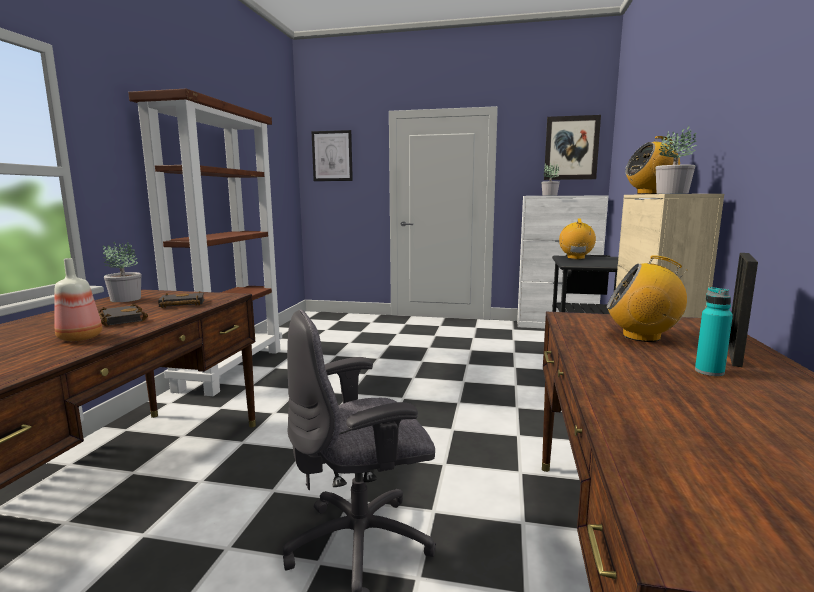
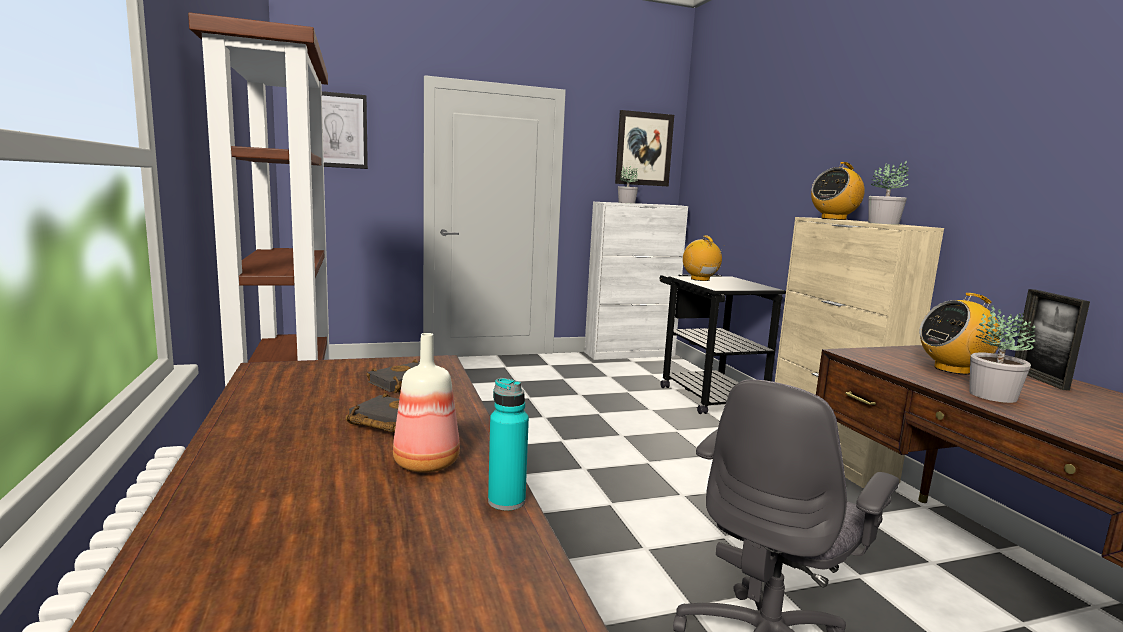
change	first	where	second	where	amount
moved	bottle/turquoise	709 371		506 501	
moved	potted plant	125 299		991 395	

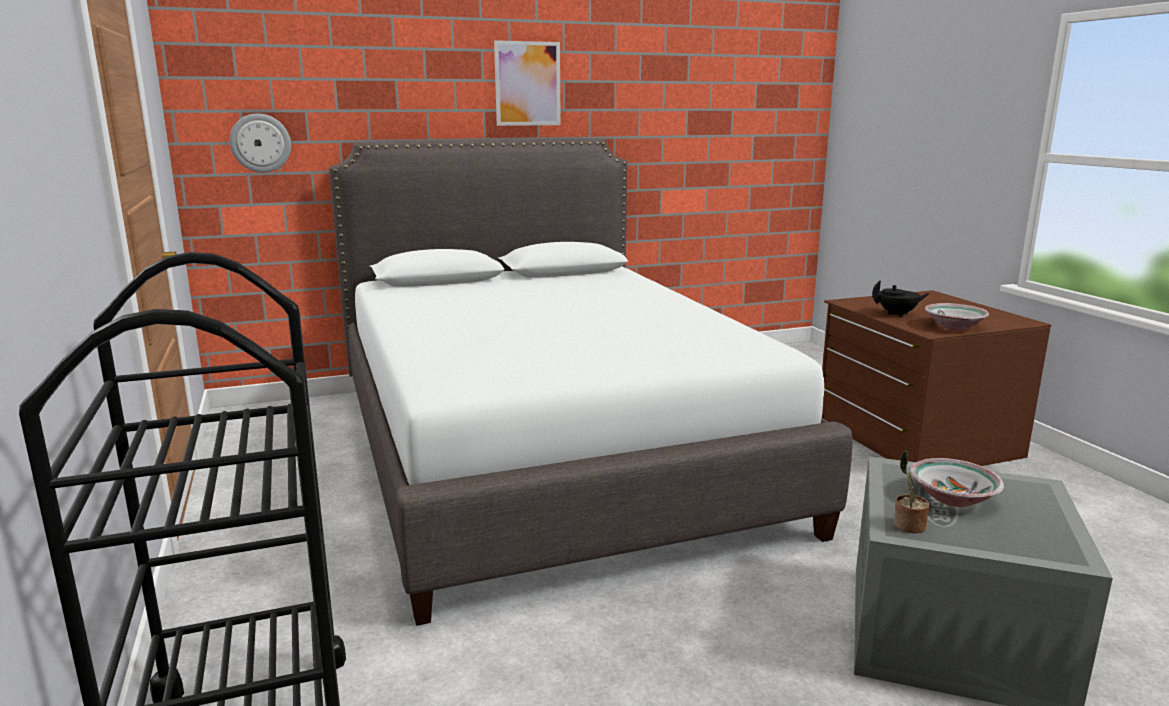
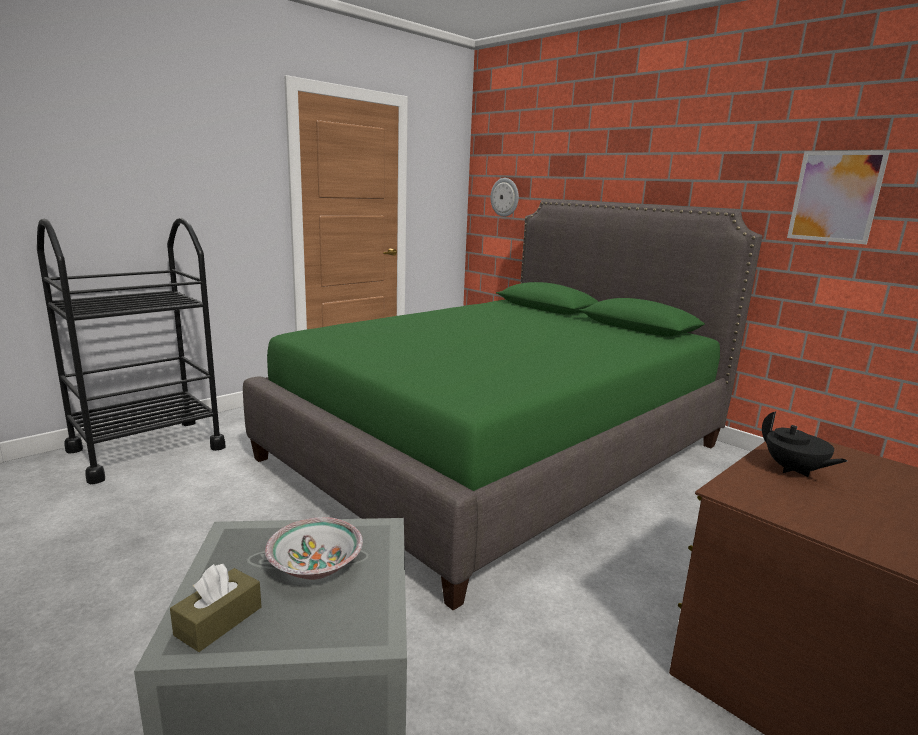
change	first	where	second	where	amount
added			tissue box/brown	219 621	
recoloured	bed/white	548 453	bed/green	500 452	
moved	picture	527 84		835 197	
removed	potted plant	907 526			
removed	bowl	954 327			

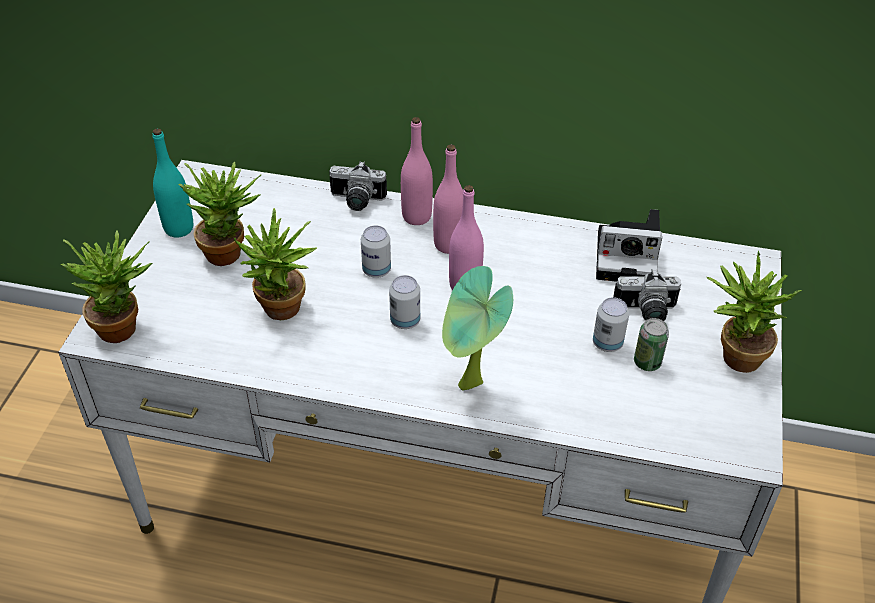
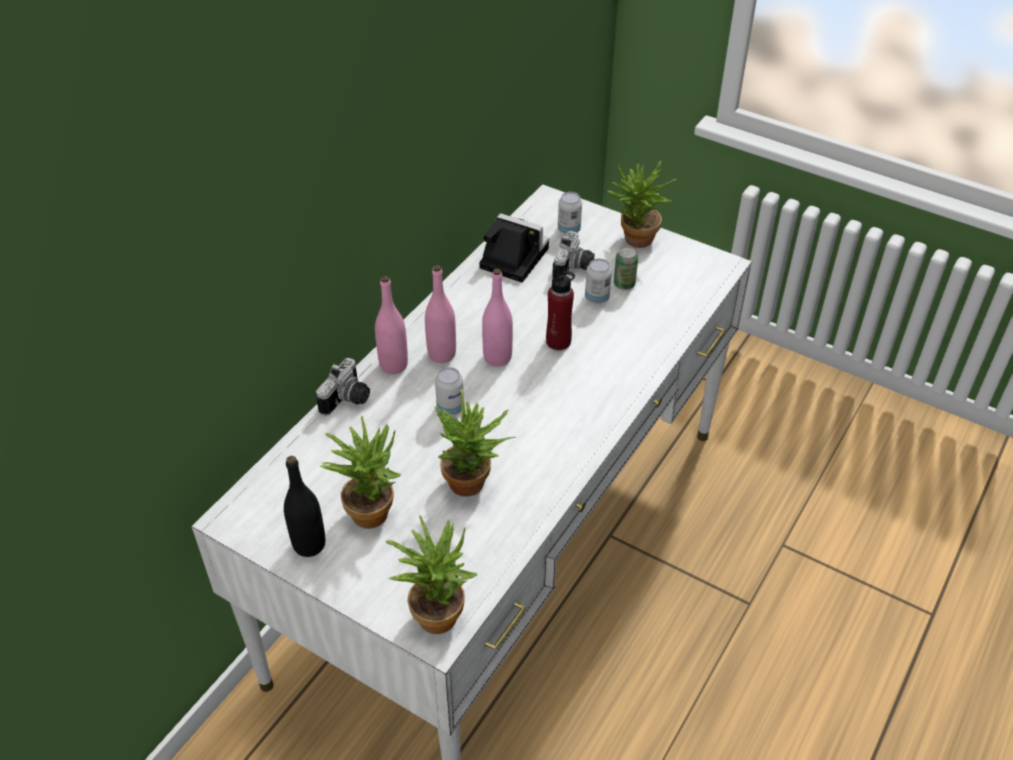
change	first	where	second	where	amount
recoloured	bottle/turquoise	179 228	bottle/black	309 544	
turned	photo camera	629 257		511 258	90 degrees counterclockwise
added			bottle/red	558 341	
moved	can	405 321		569 230	
removed	potted plant	470 388			

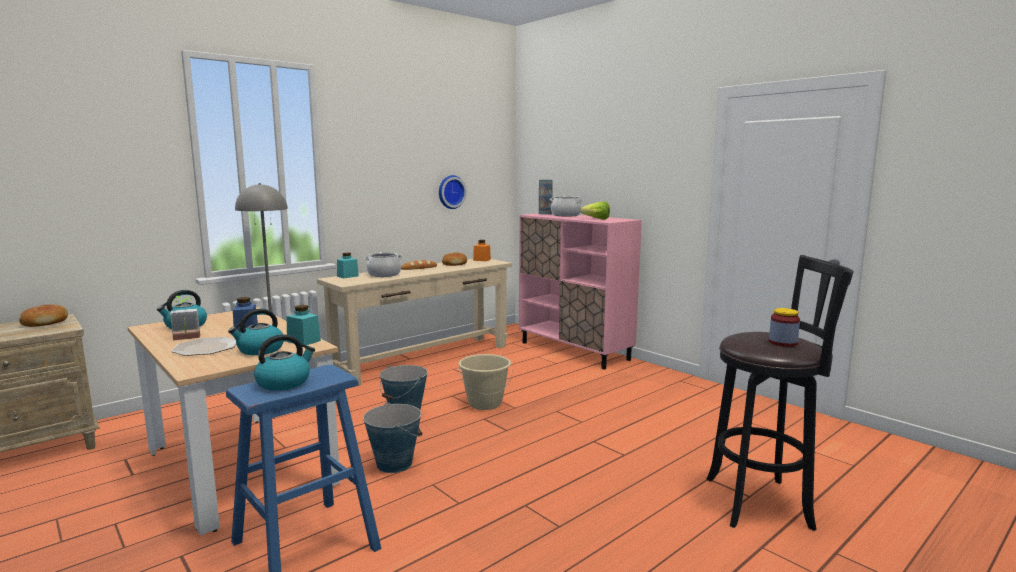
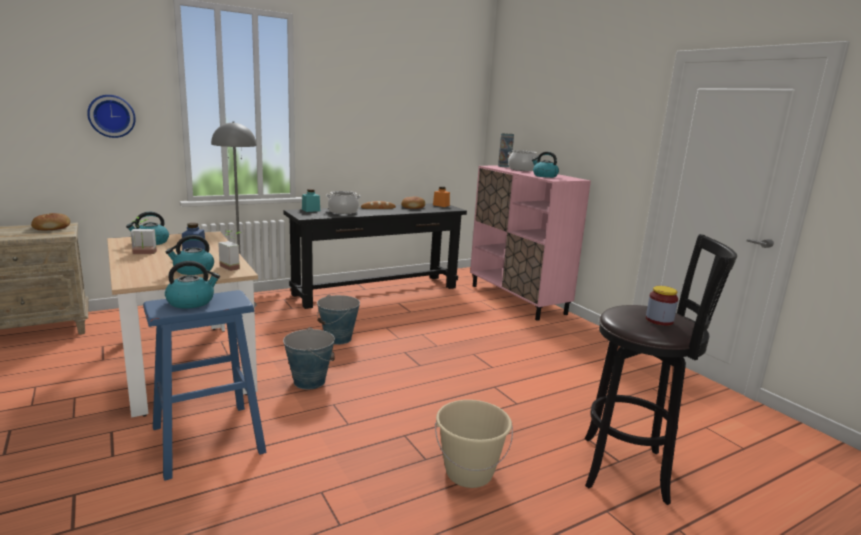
change	first	where	second	where	amount
moved	wall clock	450 192		111 116	
replaced	jar/turquoise	304 341	potted plant	233 266	
recoloured	console table/beige	424 359	console table/black	377 291	
moved	bucket/beige	485 403		469 473	
replaced	lettuce	594 219	kettle	544 176	
removed	plate	206 348			

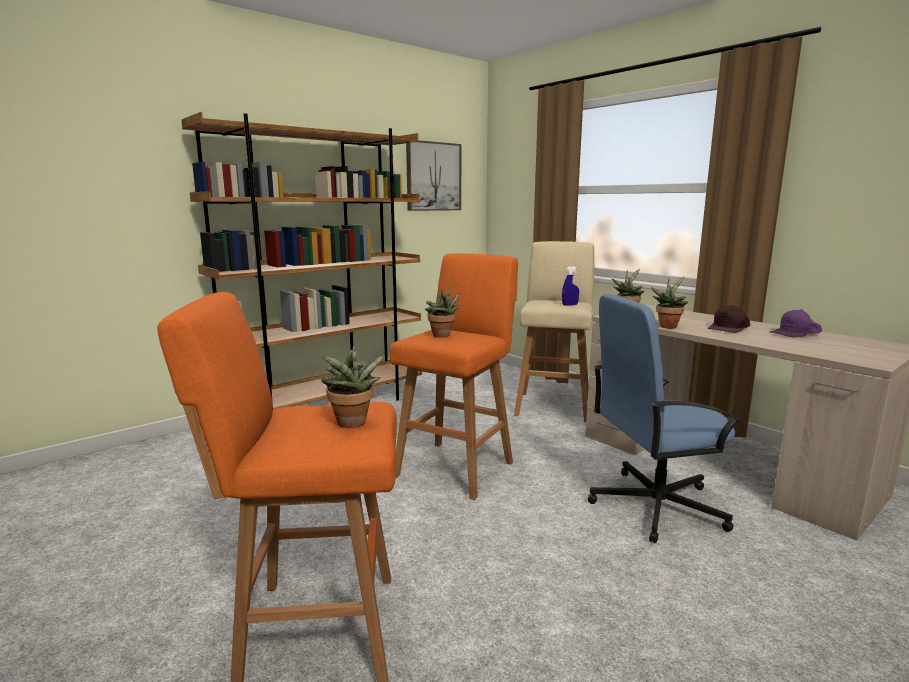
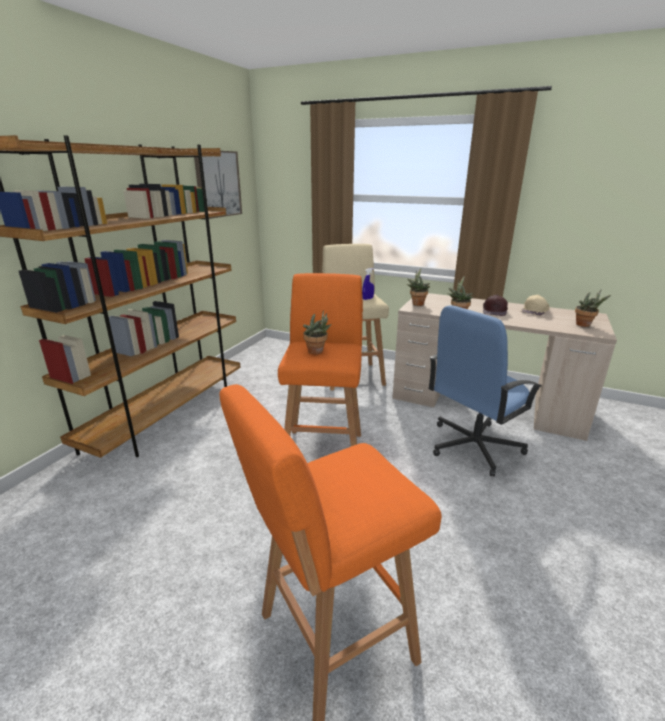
change	first	where	second	where	amount
recoloured	cap/purple	796 333	cap/beige	535 311	
moved	potted plant	352 424		585 325	

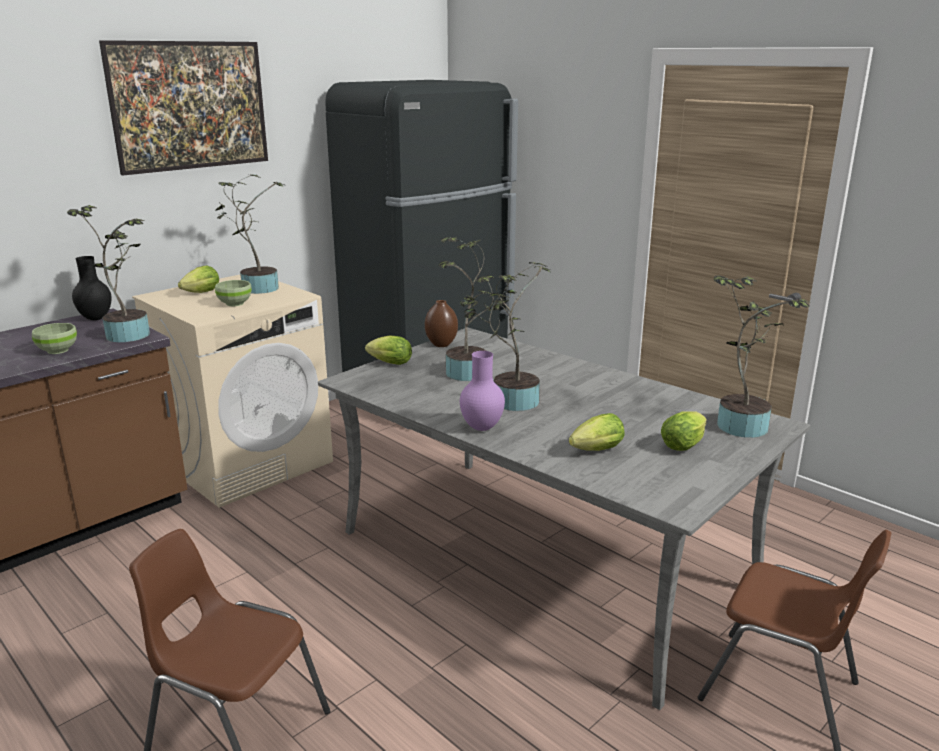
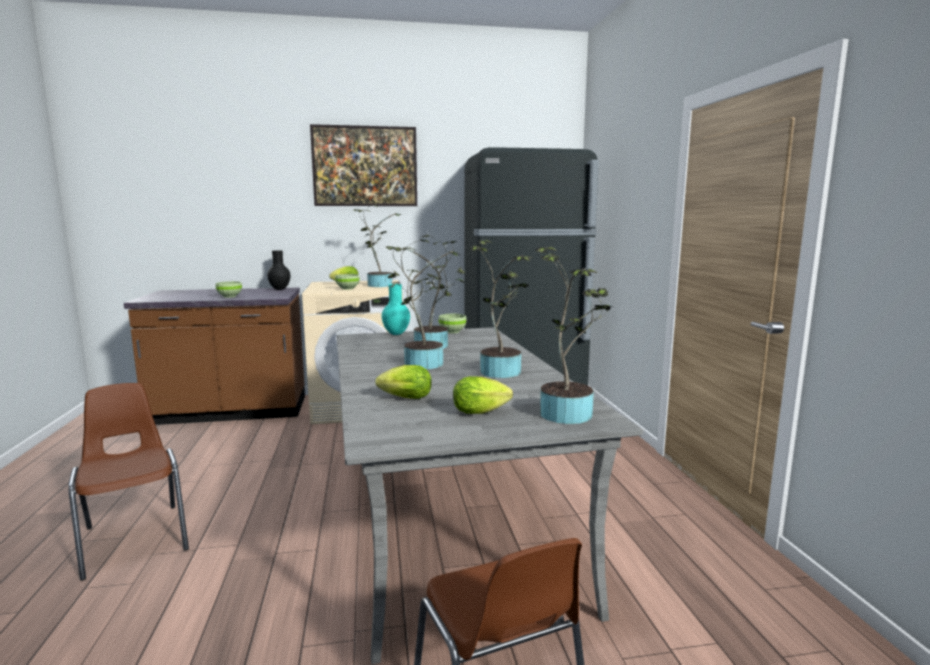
change	first	where	second	where	amount
replaced	lettuce	388 363	vase/turquoise	396 334	
replaced	vase/brown	442 345	bowl/green	452 332	
moved	potted plant	128 333		501 370	
removed	vase/purple	480 428			

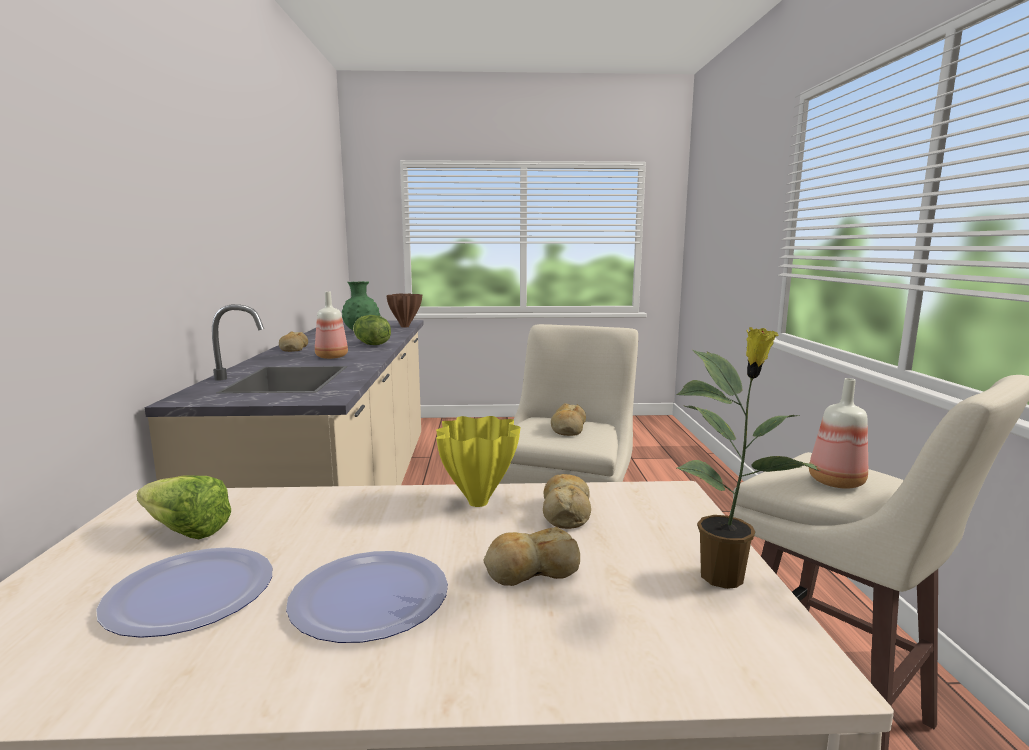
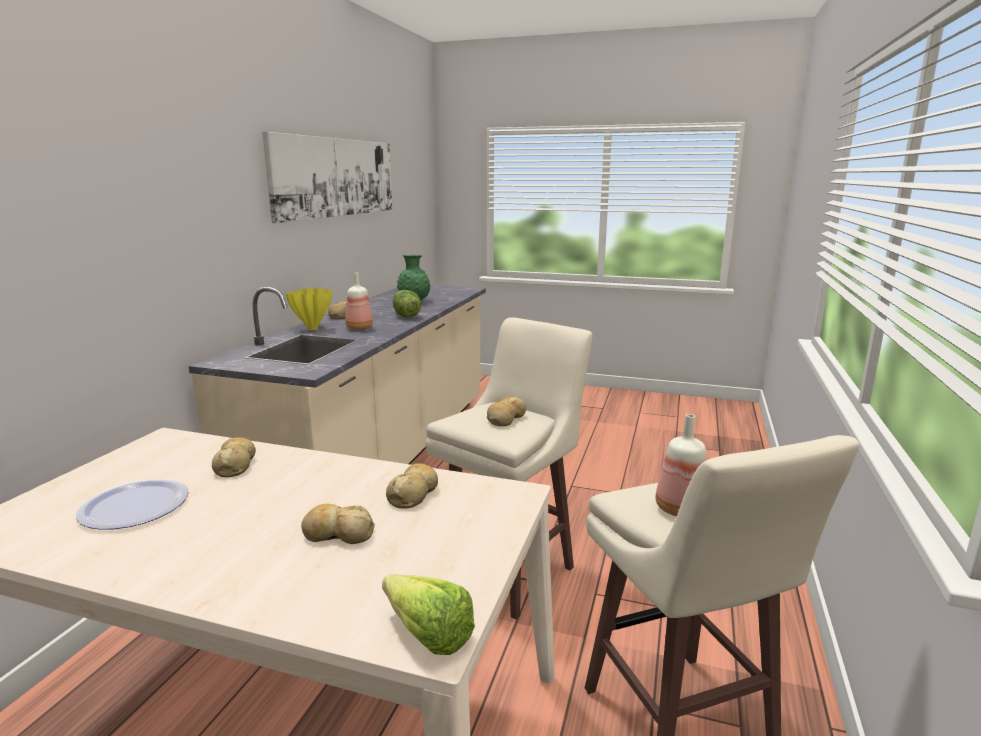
change	first	where	second	where	amount
added			bread	235 464	
added			picture	336 177	
moved	vase/yellow	479 502		313 328	
moved	lettuce	182 529		423 630	
removed	plate	370 597			
removed	vase/brown	405 327			
removed	potted plant	725 577			

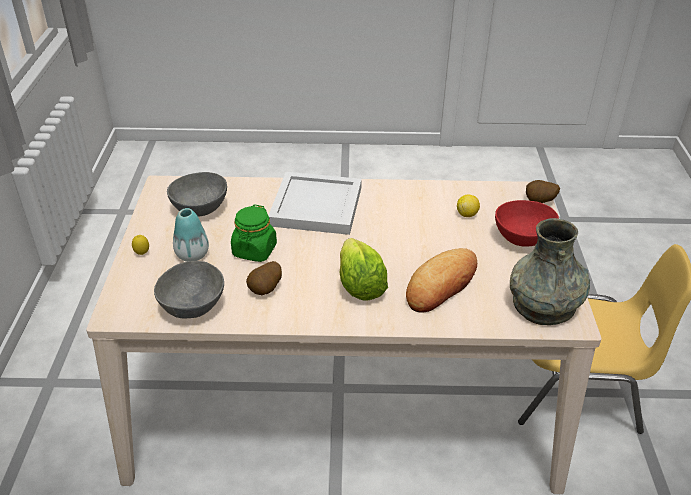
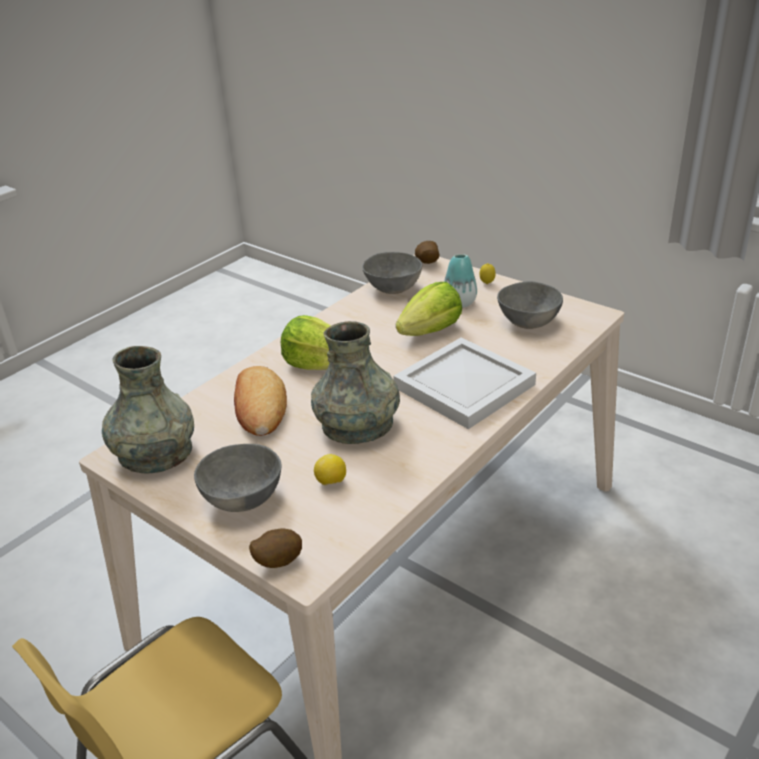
change	first	where	second	where	amount
recoloured	bowl/red	523 239	bowl/grey	241 499	
added			vase/grey	358 425	
replaced	jar/green	254 251	lettuce	431 331	
moved	potato	266 290		427 264	

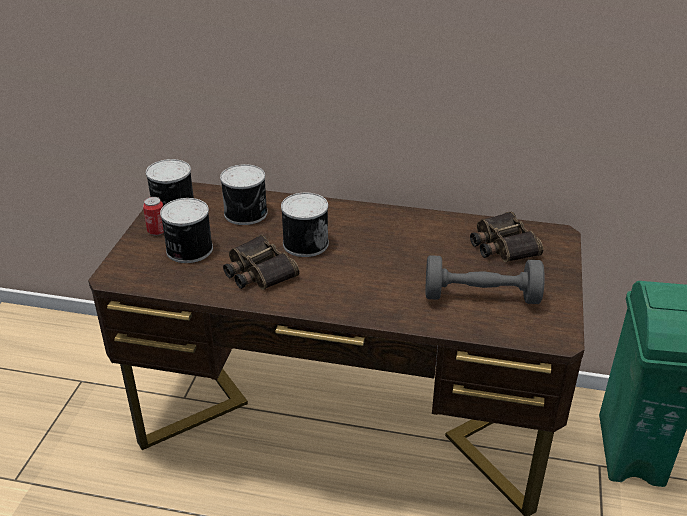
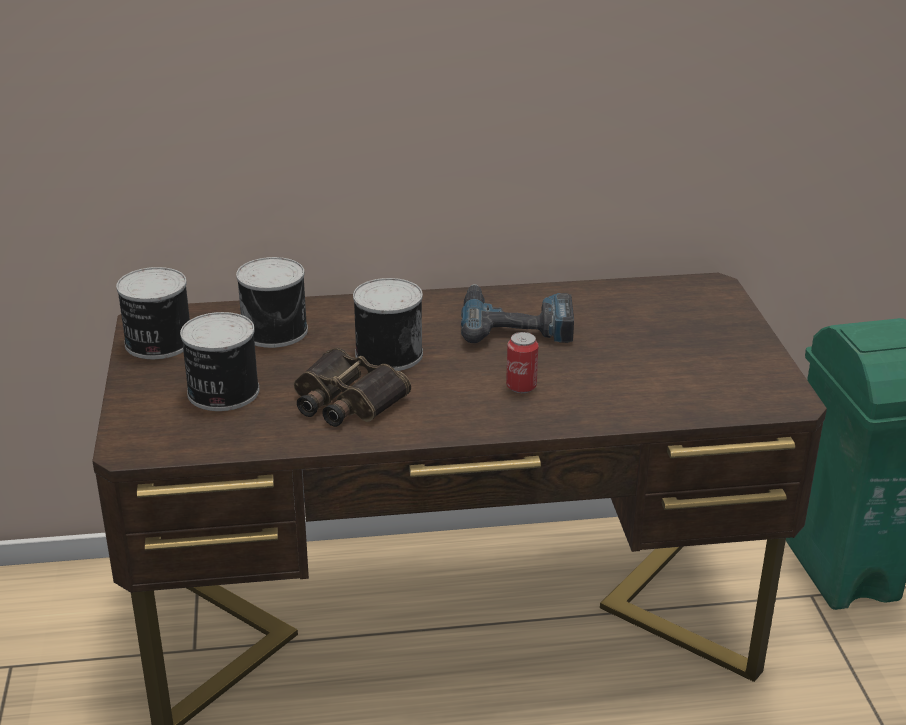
change	first	where	second	where	amount
added			power drill	516 324	
moved	can	157 231		521 386	
removed	dumbbell/grey	481 296			
removed	binoculars	502 245			

